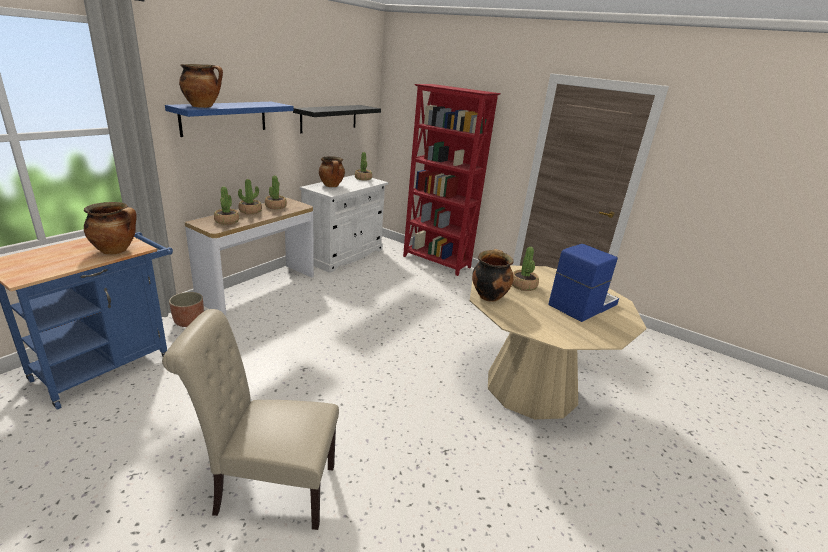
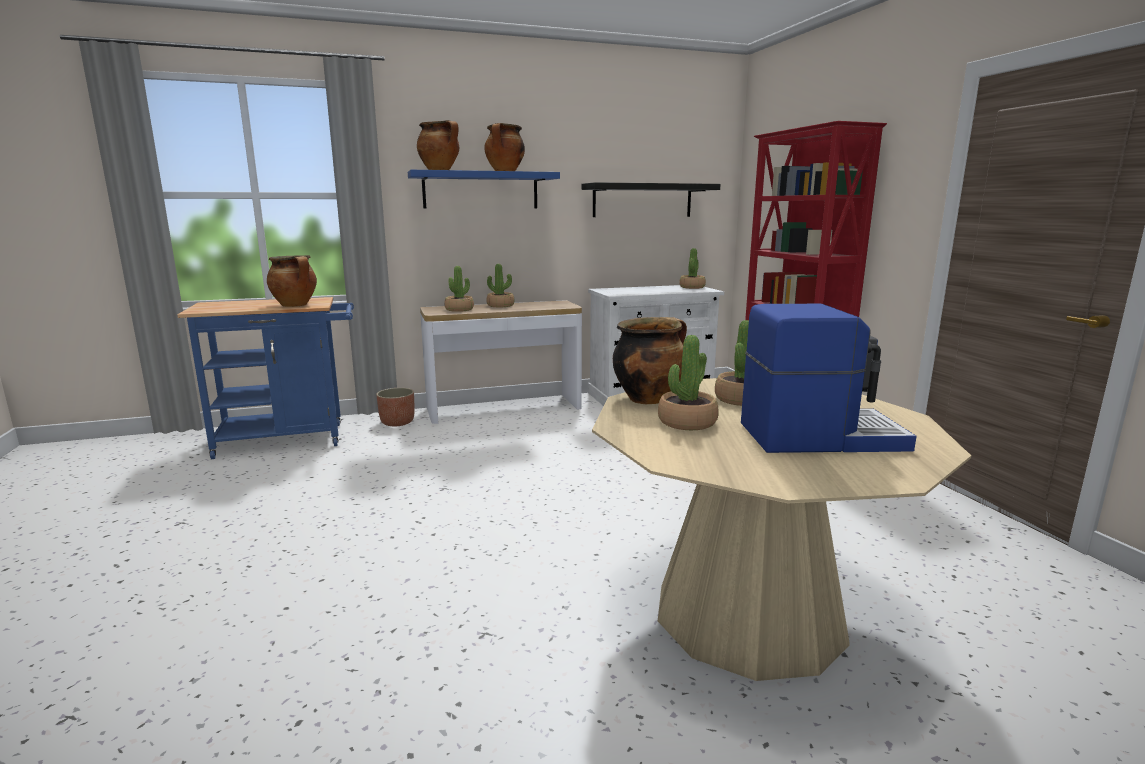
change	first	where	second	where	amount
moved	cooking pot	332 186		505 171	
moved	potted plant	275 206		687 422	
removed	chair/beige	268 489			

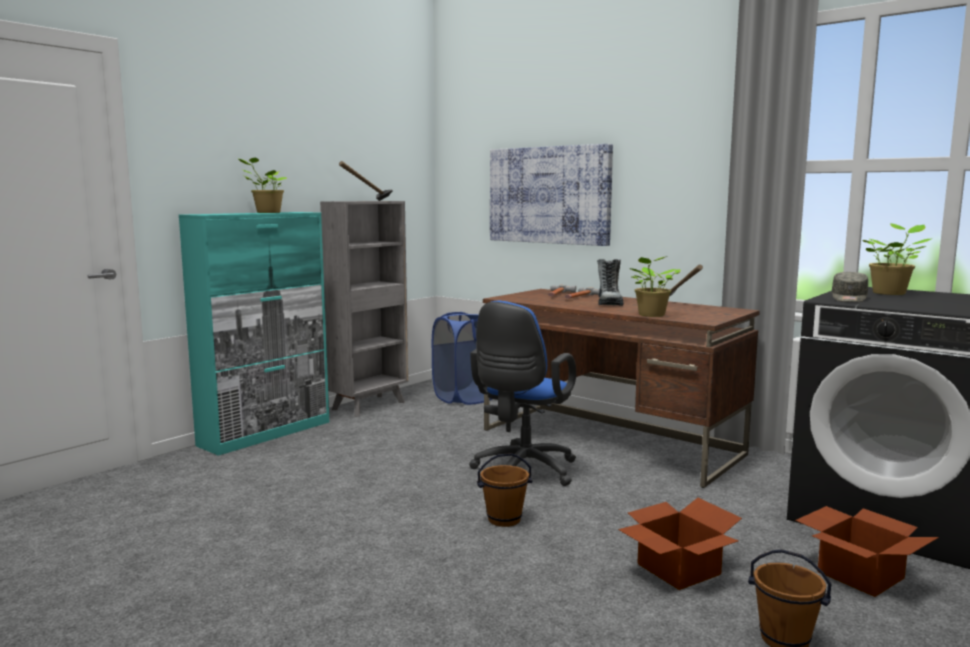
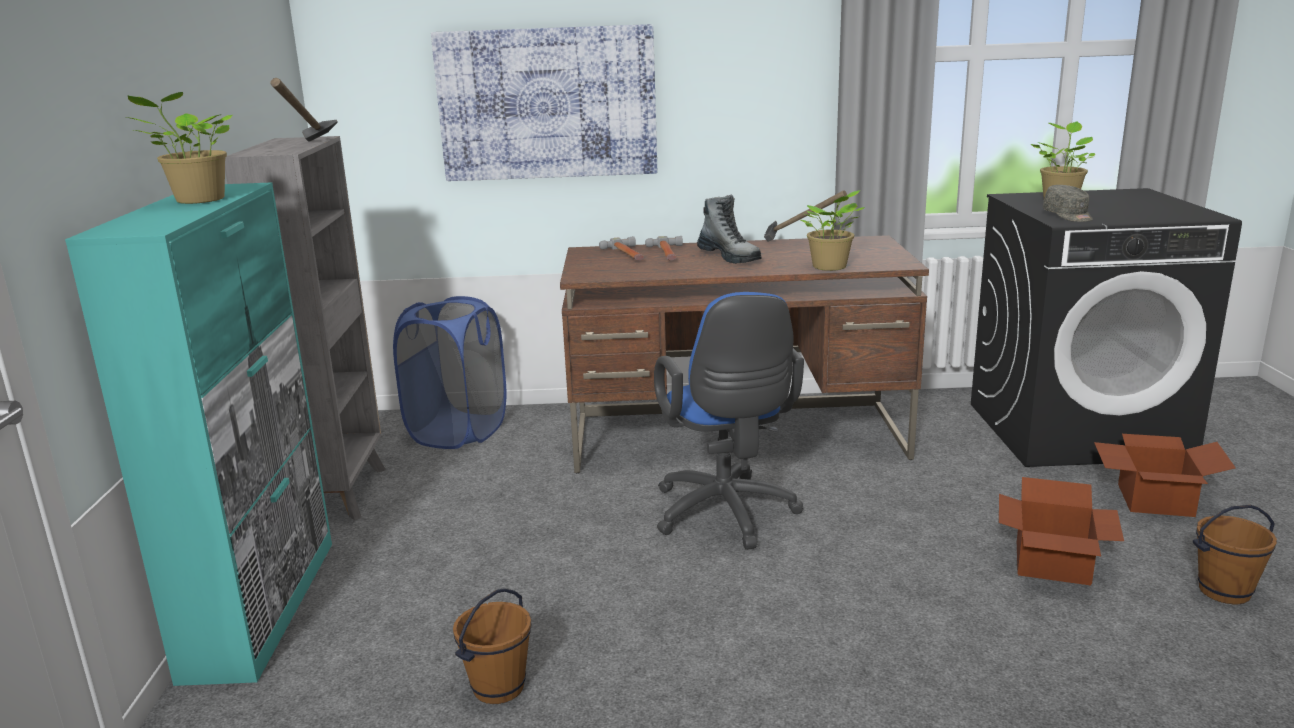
change	first	where	second	where	amount
moved	bucket/brown	504 519		498 687	

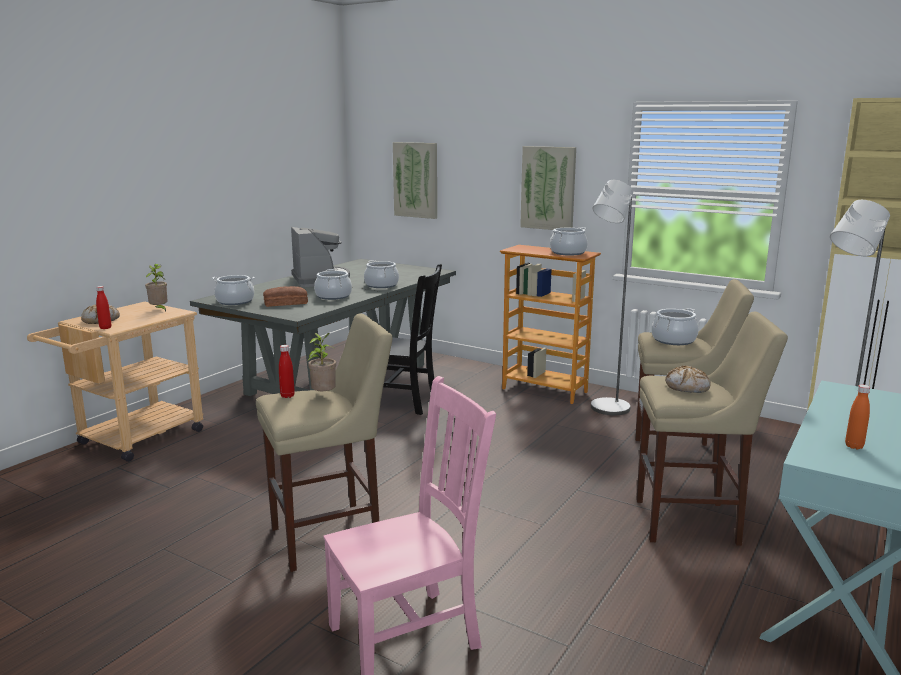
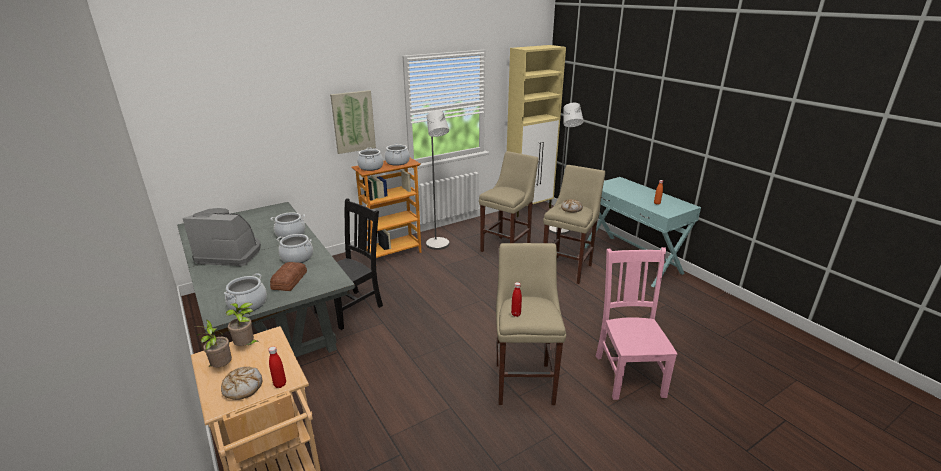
change	first	where	second	where	amount
moved	potted plant	323 396		221 367	
moved	cooking pot	673 340		370 167	
removed	picture	416 180			

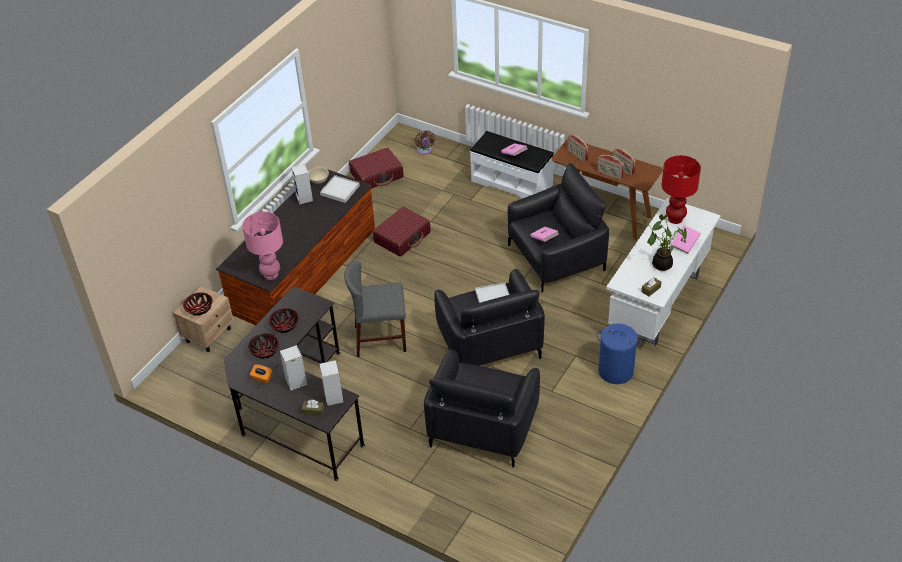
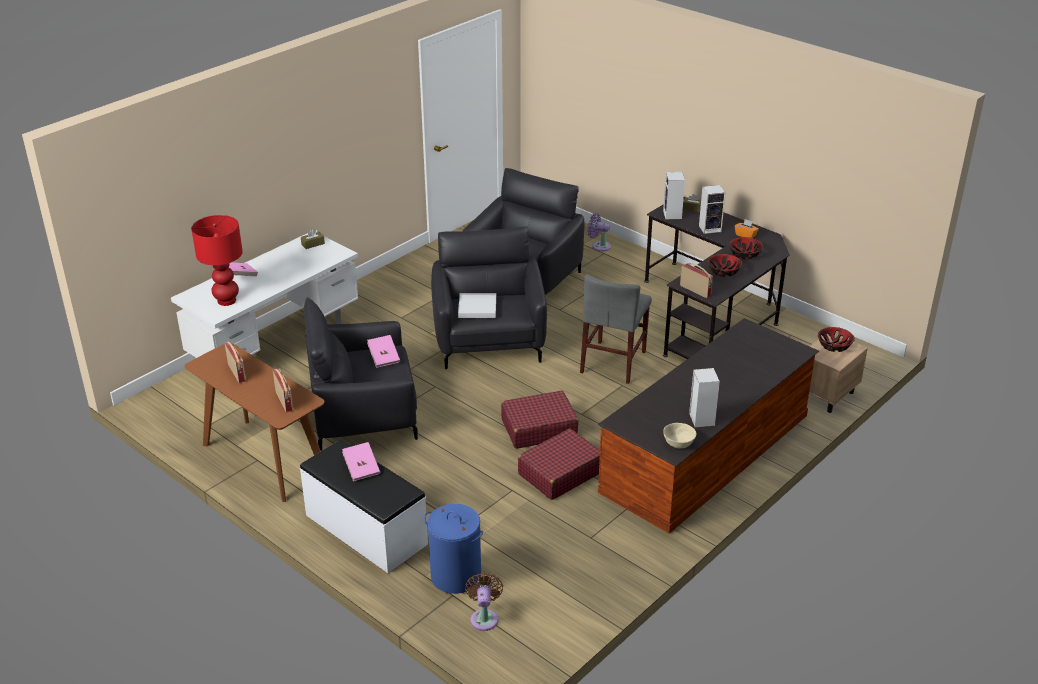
change	first	where	second	where	amount
moved	laundry basket/blue	616 371		455 576	
moved	suitcase/red	377 175		538 428	
turned	chair/grey	380 339		613 362	105 degrees clockwise
added			fan/purple	599 246	
moved	radio	609 174		695 290	
removed	table lamp/pink	271 275			
removed	tray/white	340 190			
removed	potted plant	661 263			

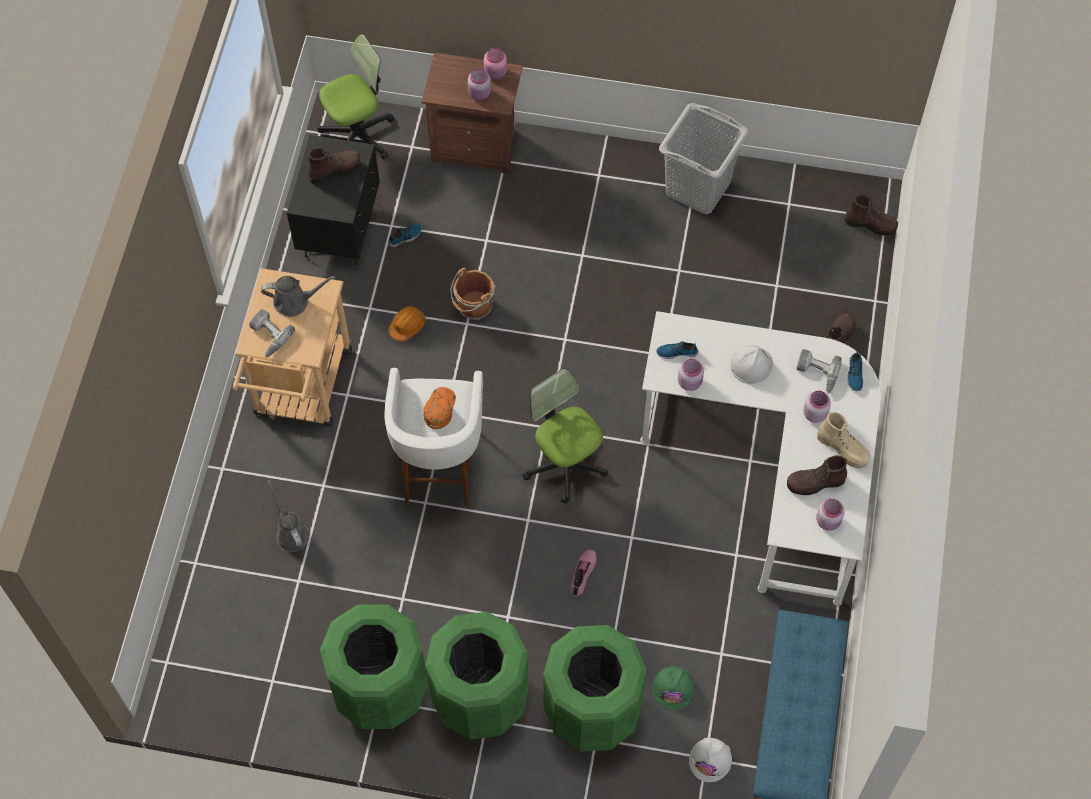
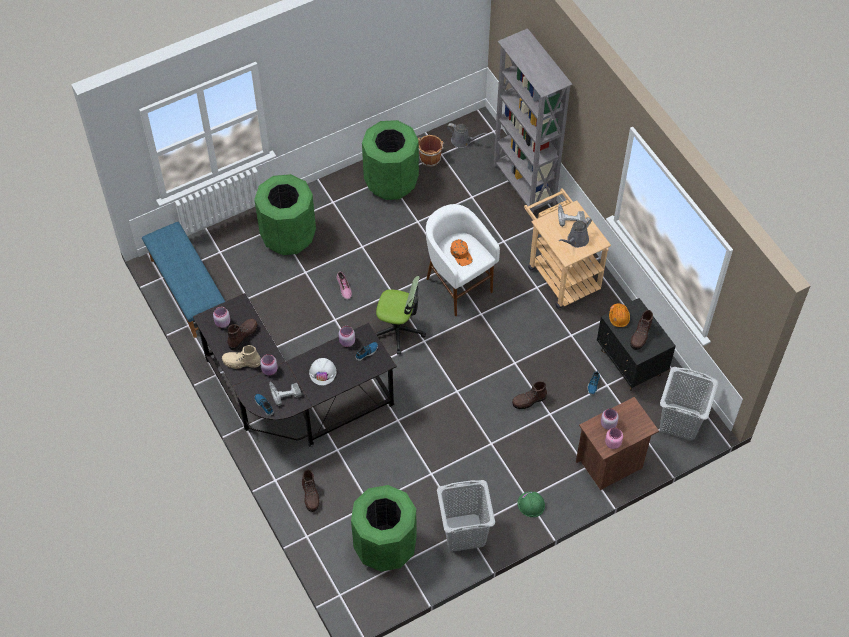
change	first	where	second	where	amount
recoloured	desk/white	771 468	desk/black	292 400	
moved	trash can/green	480 697		385 546	
moved	bucket/brown	473 307		430 157	
moved	watering can/grey	291 533		462 141	
added			bookcase/grey	524 185	
moved	boot/brown	870 224		529 401	
moved	hard hat/green	673 688		531 504	
moved	hard hat/orange	407 326		619 317	
replaced	office chair	358 135	laundry basket/grey	680 422	
removed	hard hat/white	710 760			

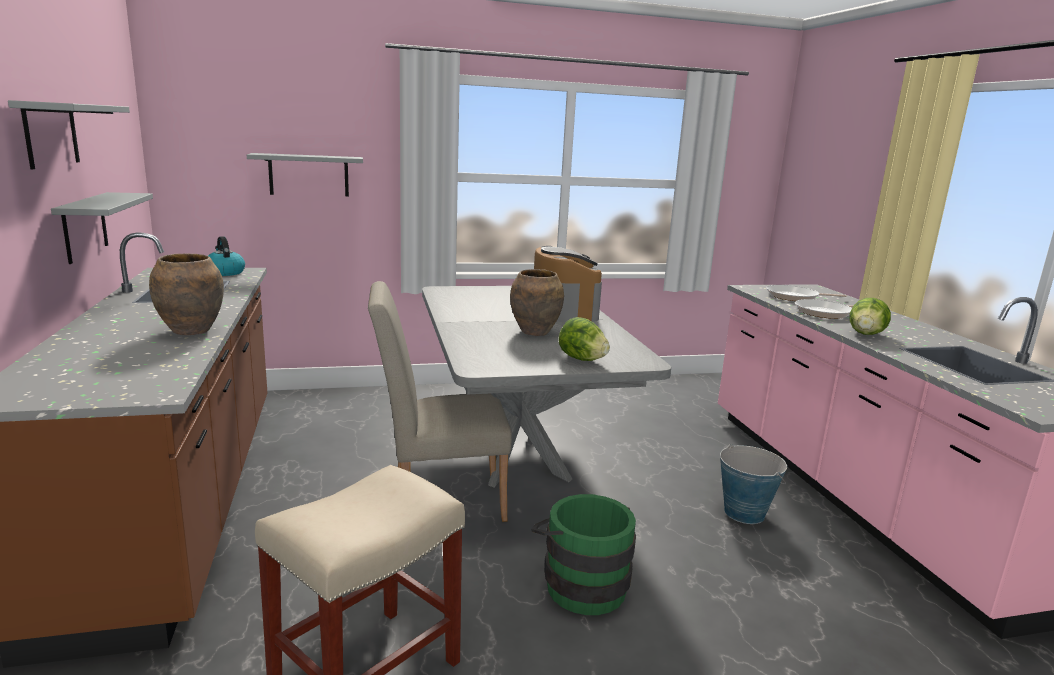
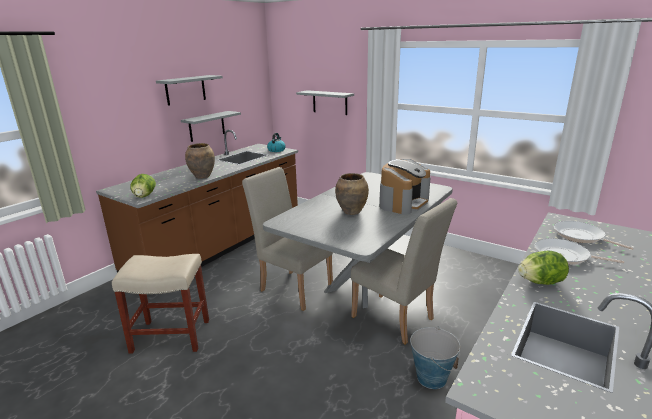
change	first	where	second	where	amount
moved	lettuce	581 359		144 196	
added			chair/beige	397 320	
removed	bucket/green	580 583			

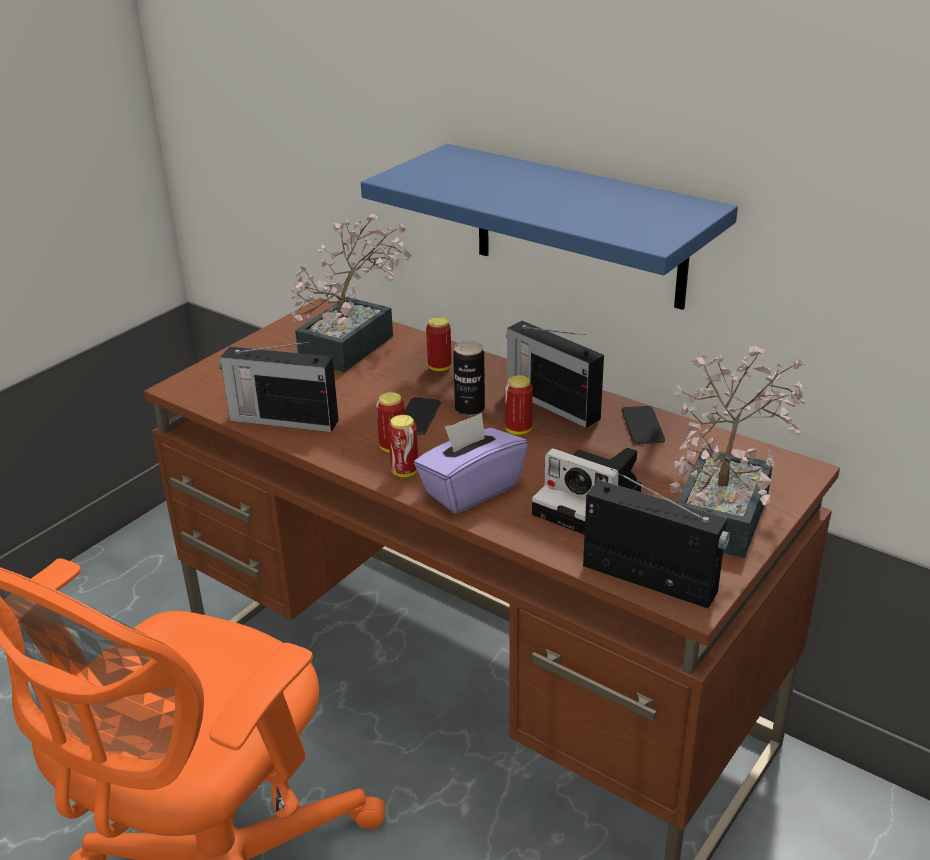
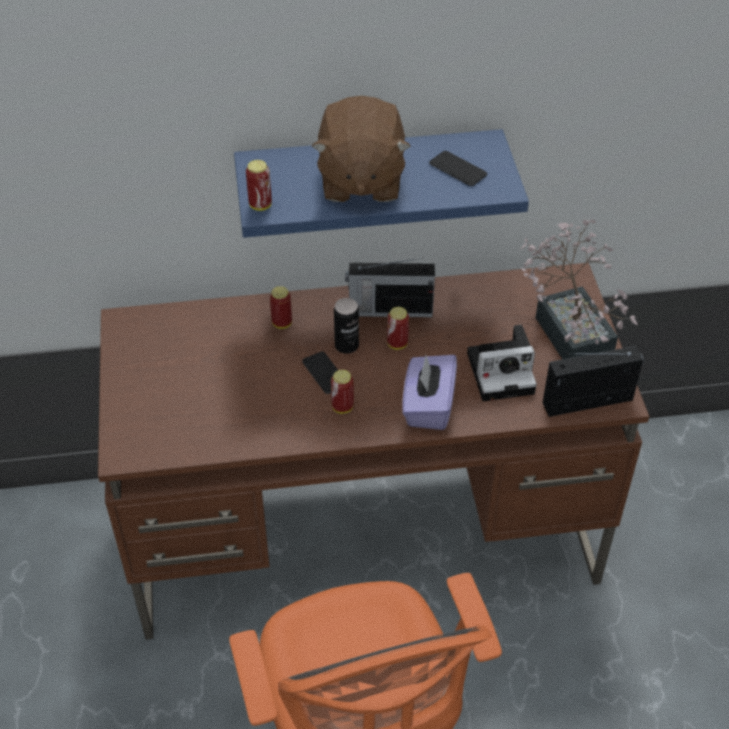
change	first	where	second	where	amount
moved	can	405 472		260 205	
added			plush toy/brown	360 181	
moved	phone	642 426		458 169	
removed	radio	282 420			
removed	potted plant	354 342			

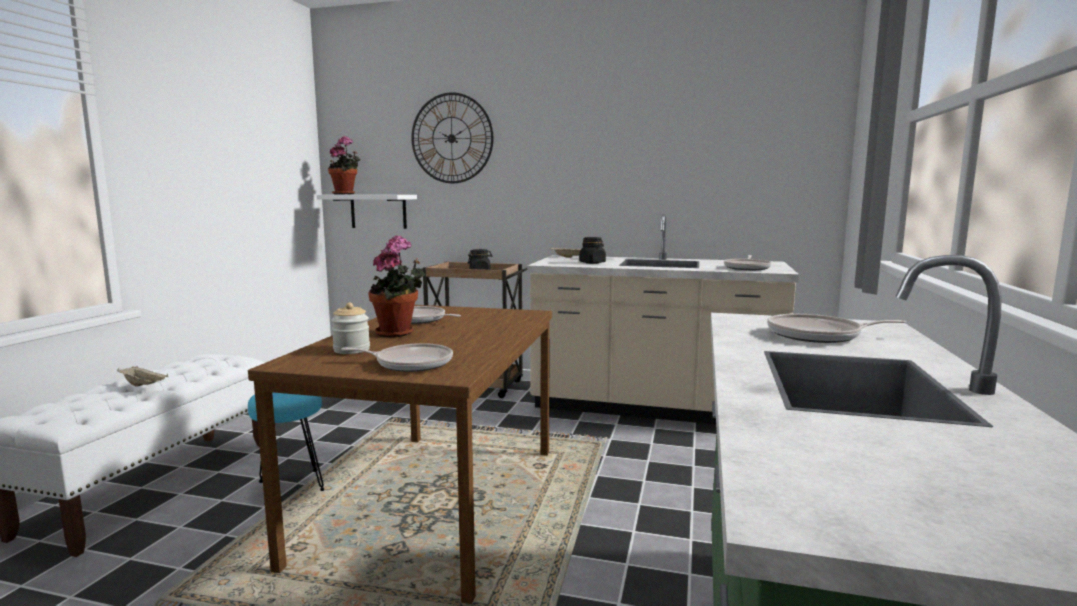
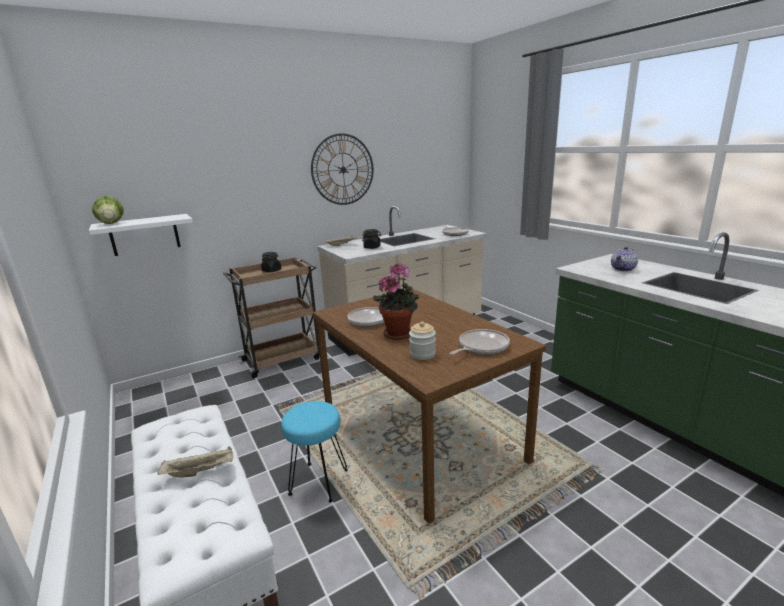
change	first	where	second	where	amount
replaced	potted plant	346 194	lettuce	111 223	
moved	wall clock	451 138		343 169	
replaced	frying pan	818 335	teapot	623 269	

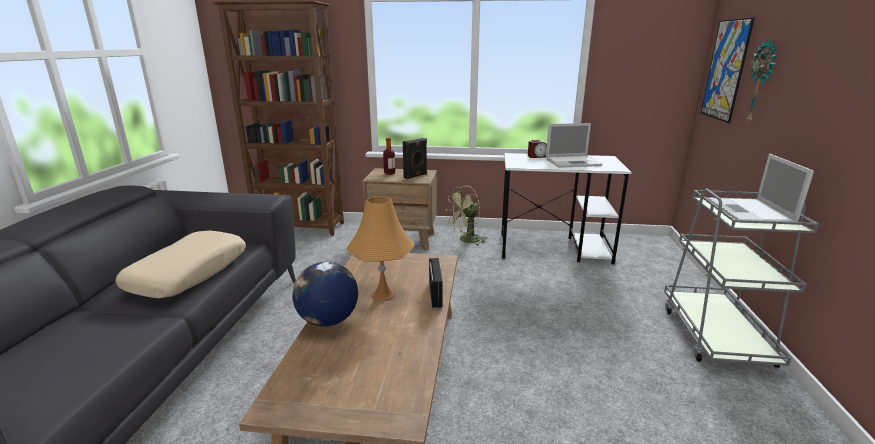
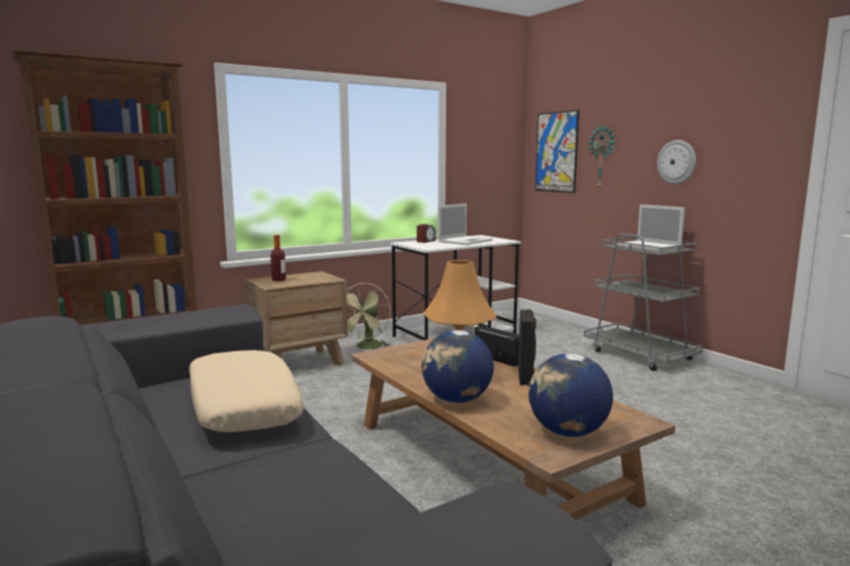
change	first	where	second	where	amount
moved	speaker/black	416 176		526 377	
added			globe	567 432	
added			wall clock	677 162	

